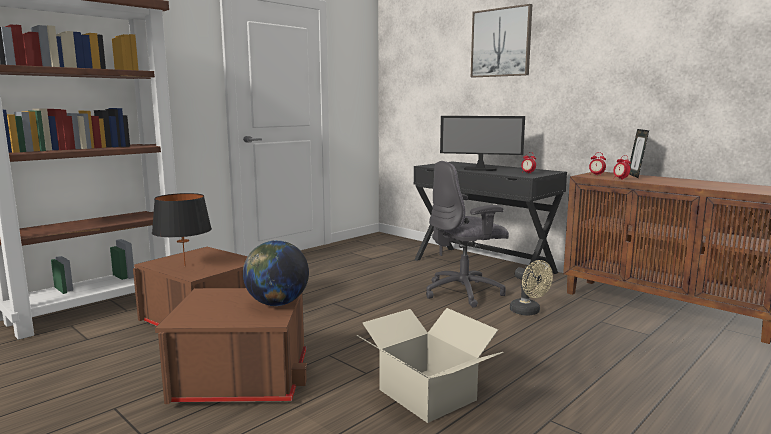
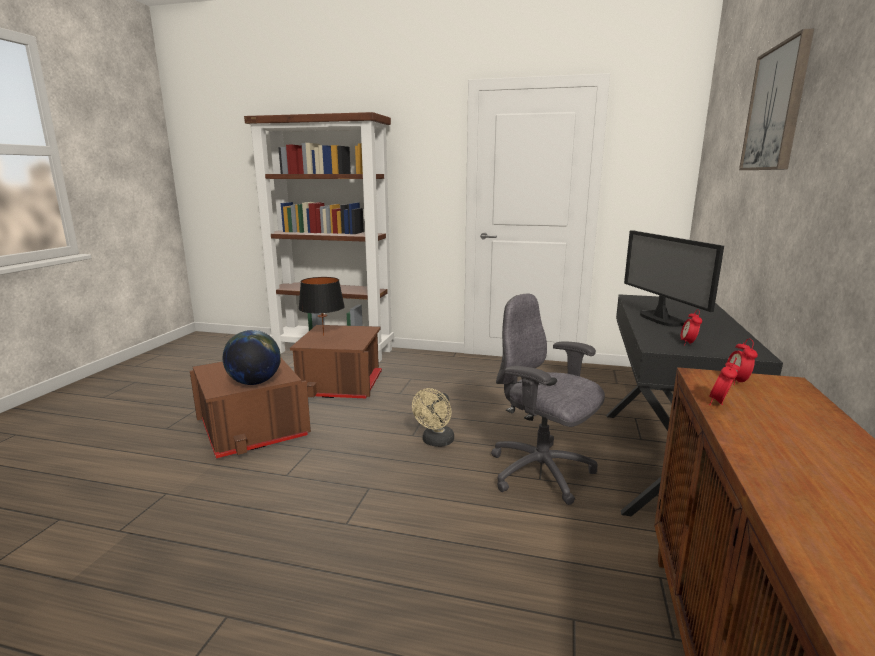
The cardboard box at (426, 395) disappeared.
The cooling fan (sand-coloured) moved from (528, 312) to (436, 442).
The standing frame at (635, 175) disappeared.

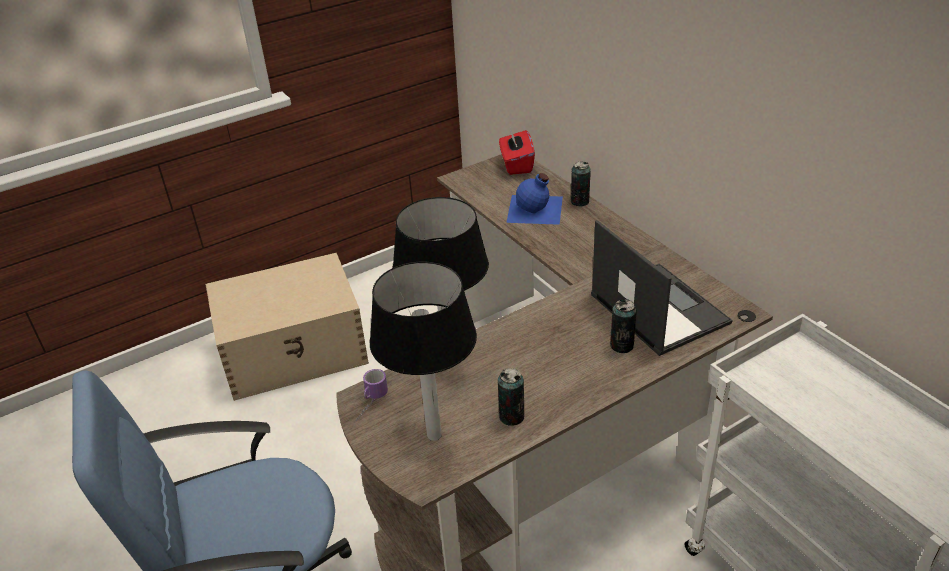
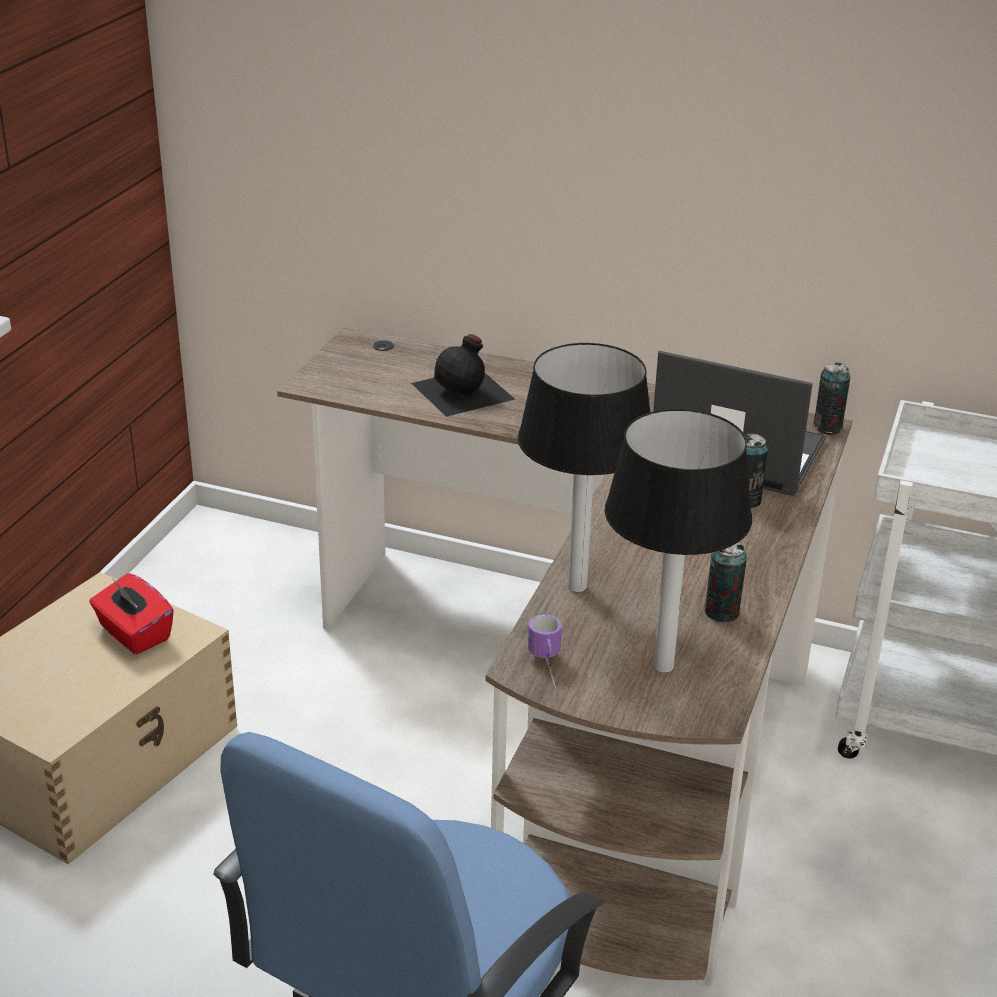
The box of tissues (reddish) moved from (516, 165) to (134, 634).
The drink bottle (blue-coloured) at (535, 209) became the drink bottle (black-coloured) at (464, 391).
The sealed can moved from (580, 202) to (828, 426).

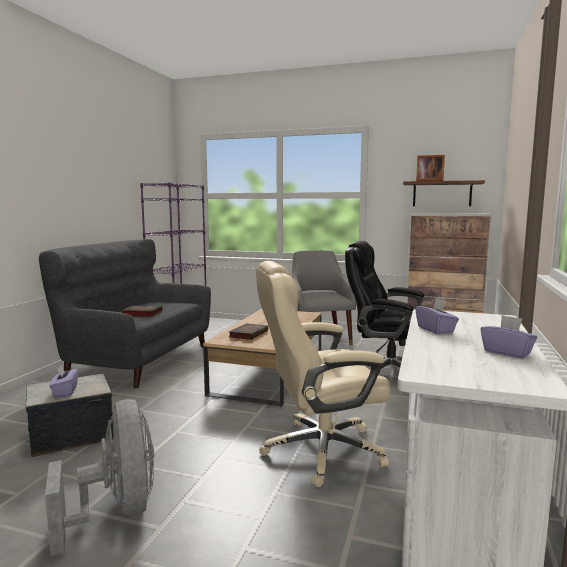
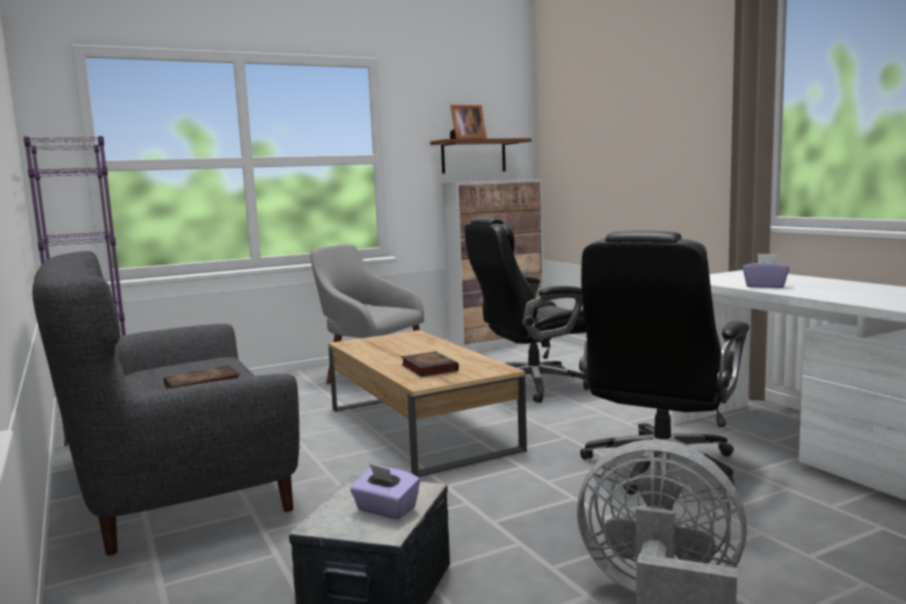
The office chair (sand-coloured) at (320, 450) became the office chair (black-coloured) at (660, 467).
The box of tissues (purple-coloured) at (507, 352) disappeared.

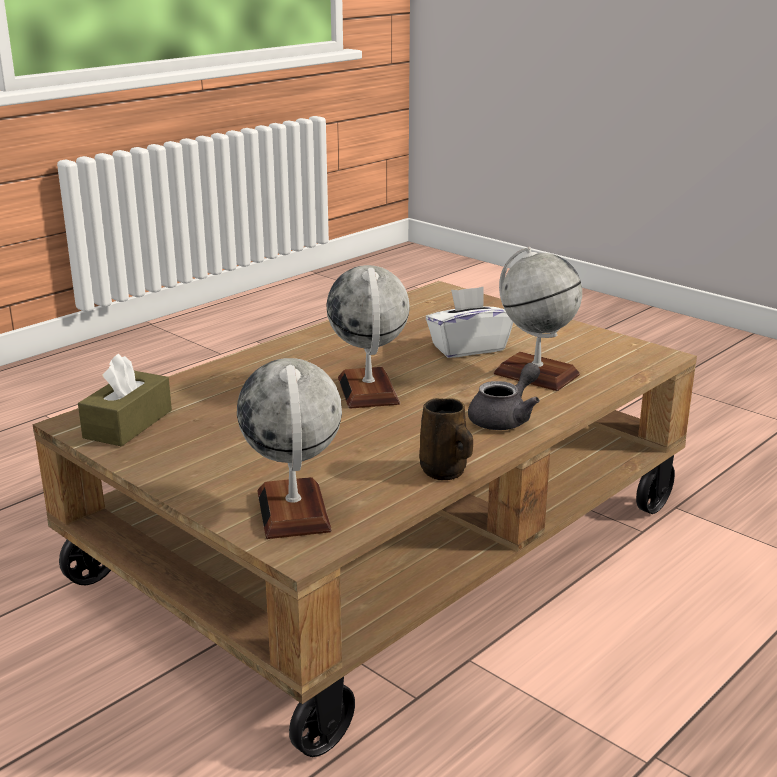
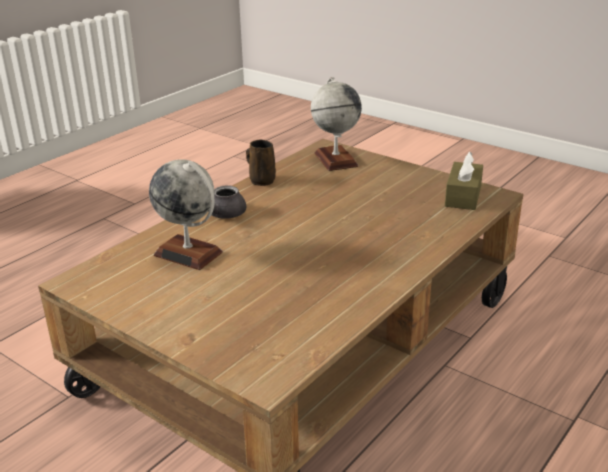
The globe at (368, 391) disappeared.
The box of tissues (white) at (468, 348) disappeared.

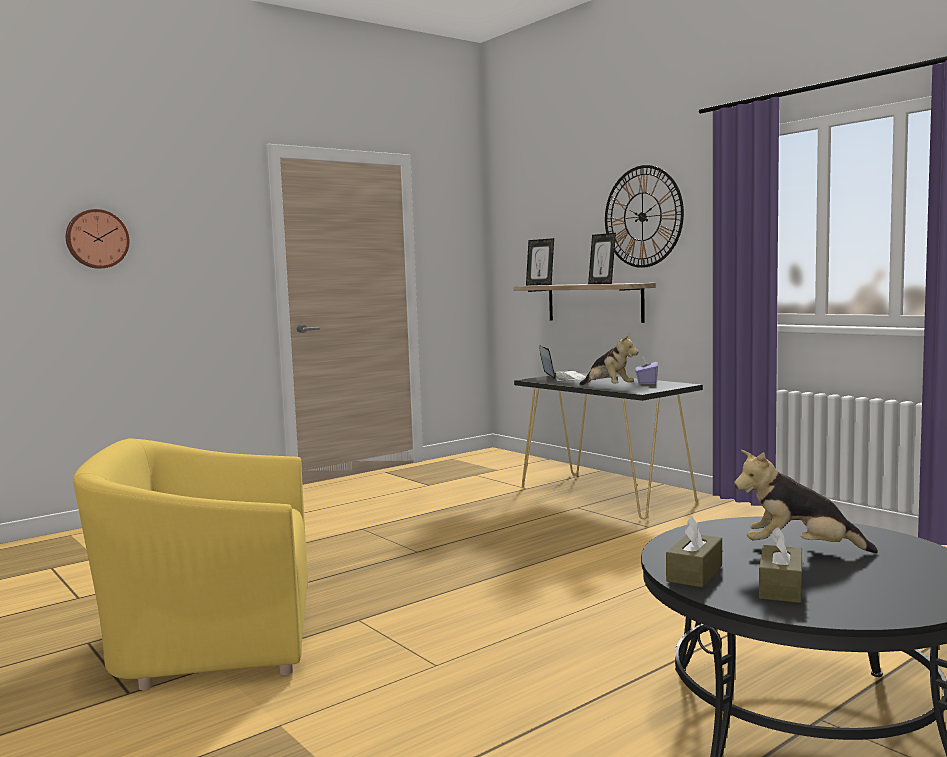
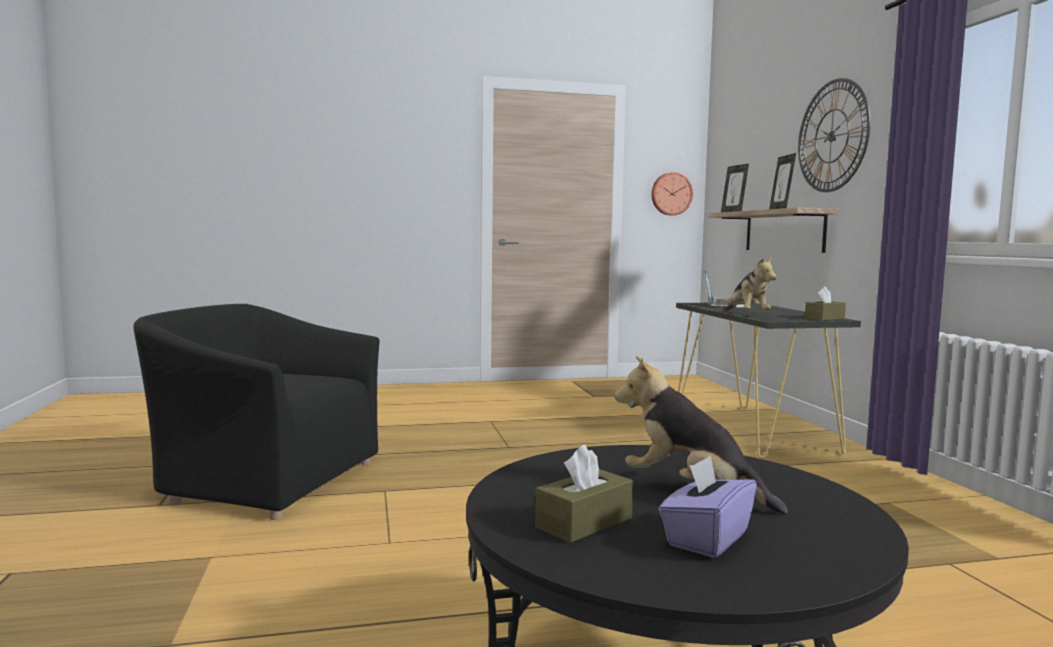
The hanging clock moved from (97, 239) to (671, 194).
The armchair (yellow) at (212, 638) became the armchair (black-coloured) at (266, 480).
The box of tissues (purple-coloured) moved from (646, 382) to (706, 538).
The box of tissues (brownish) moved from (694, 573) to (824, 318).

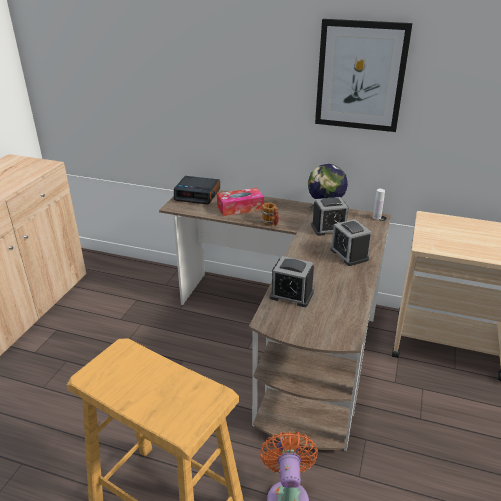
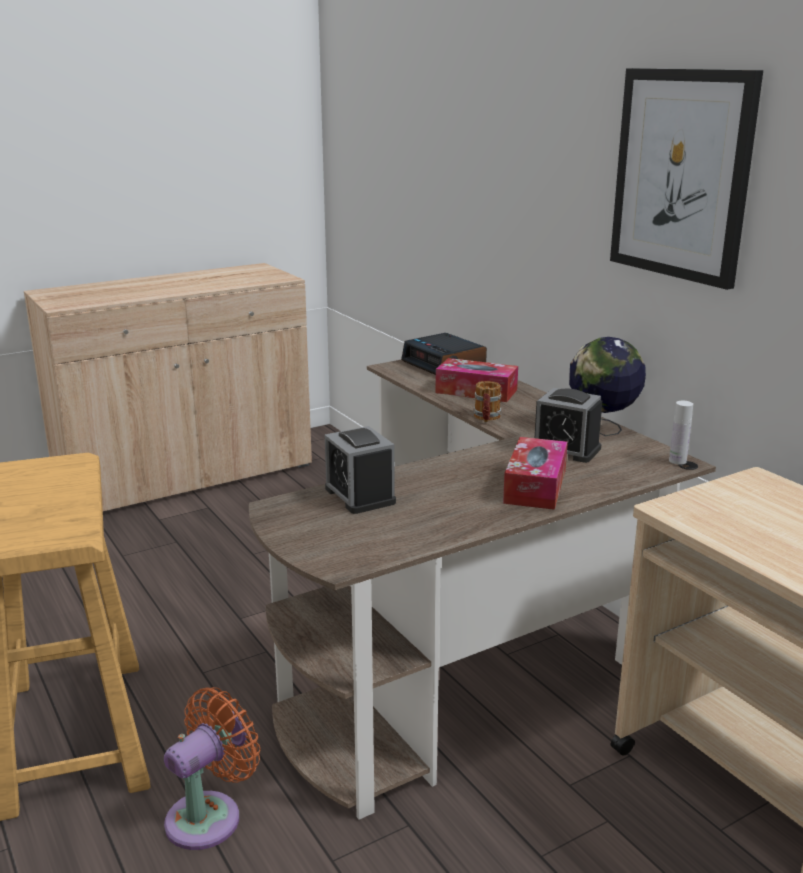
The table clock at (349, 254) was replaced by the box of tissues at (535, 486).

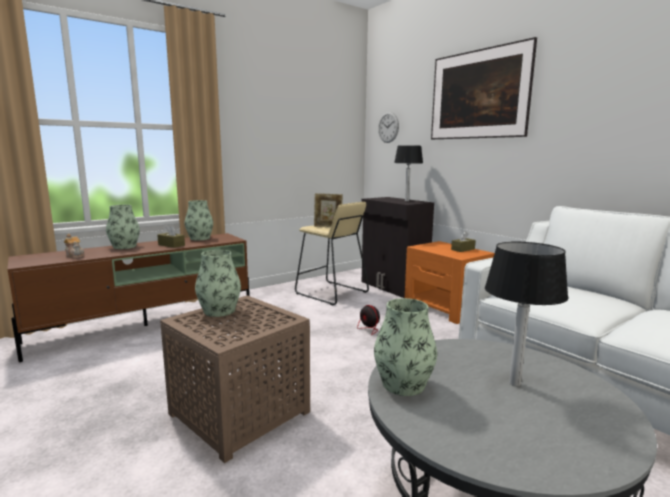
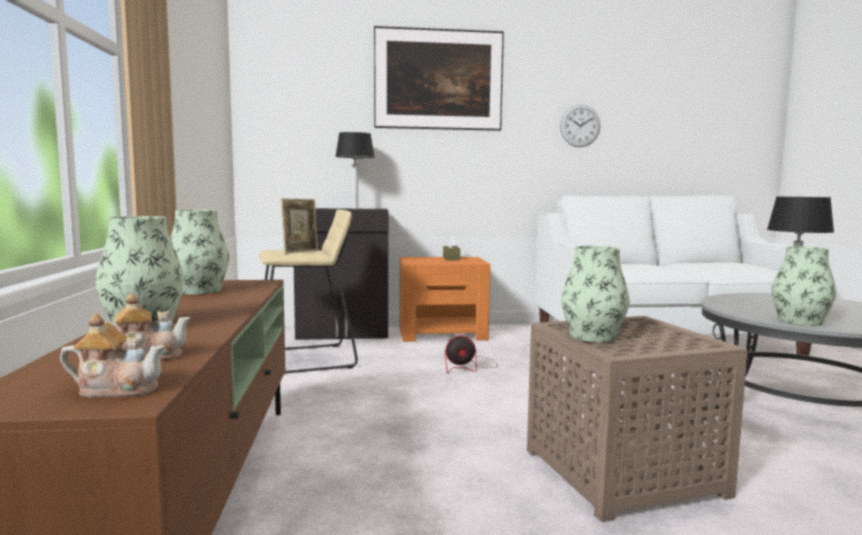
The box of tissues (brownish) at (171, 245) disappeared.
The hanging clock moved from (388, 127) to (580, 126).
The tea pot at (117, 389) appeared.

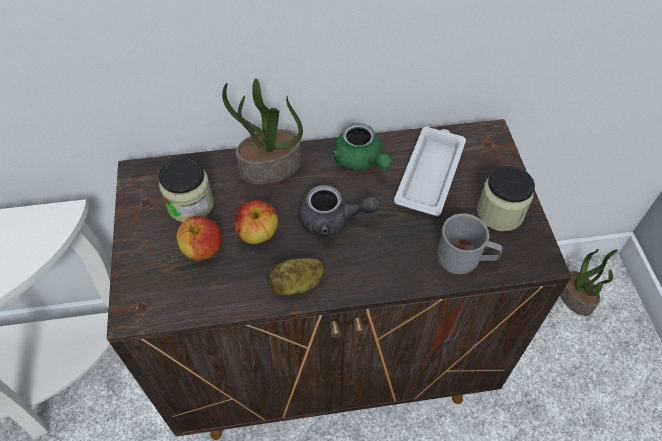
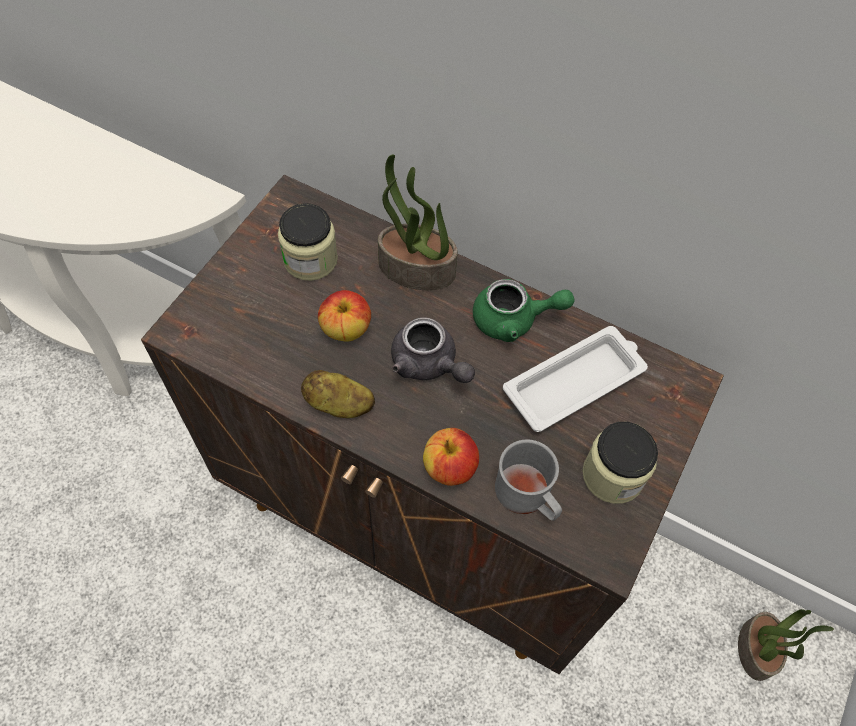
The whole apple moved from (203, 249) to (450, 468).
The tea pot (green-coloured) at (360, 161) turned 90 degrees counterclockwise.

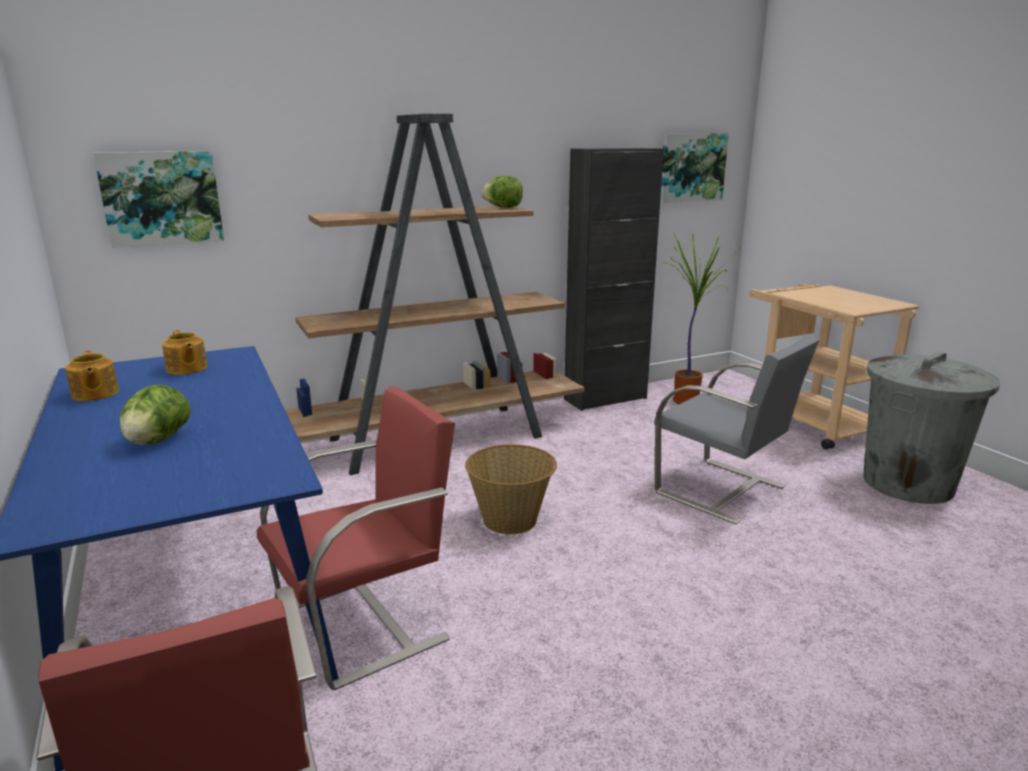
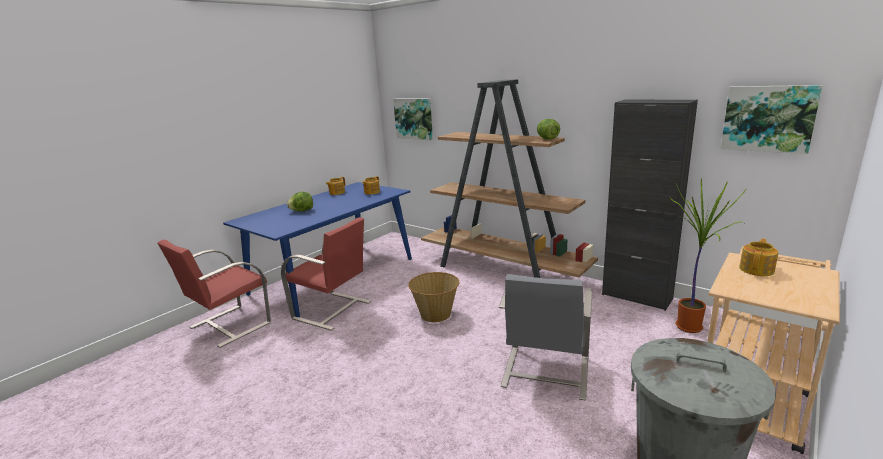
The tea pot at (757, 269) appeared.

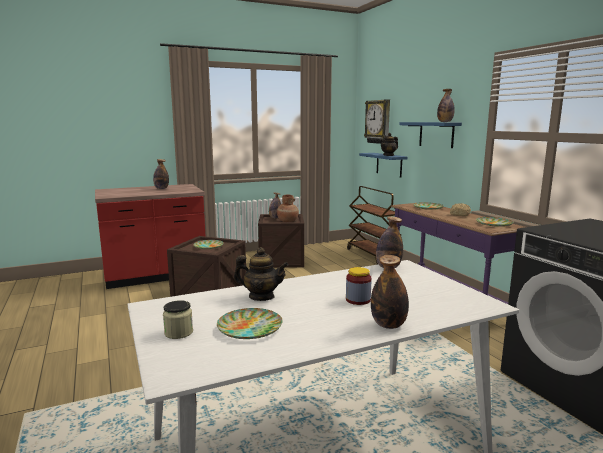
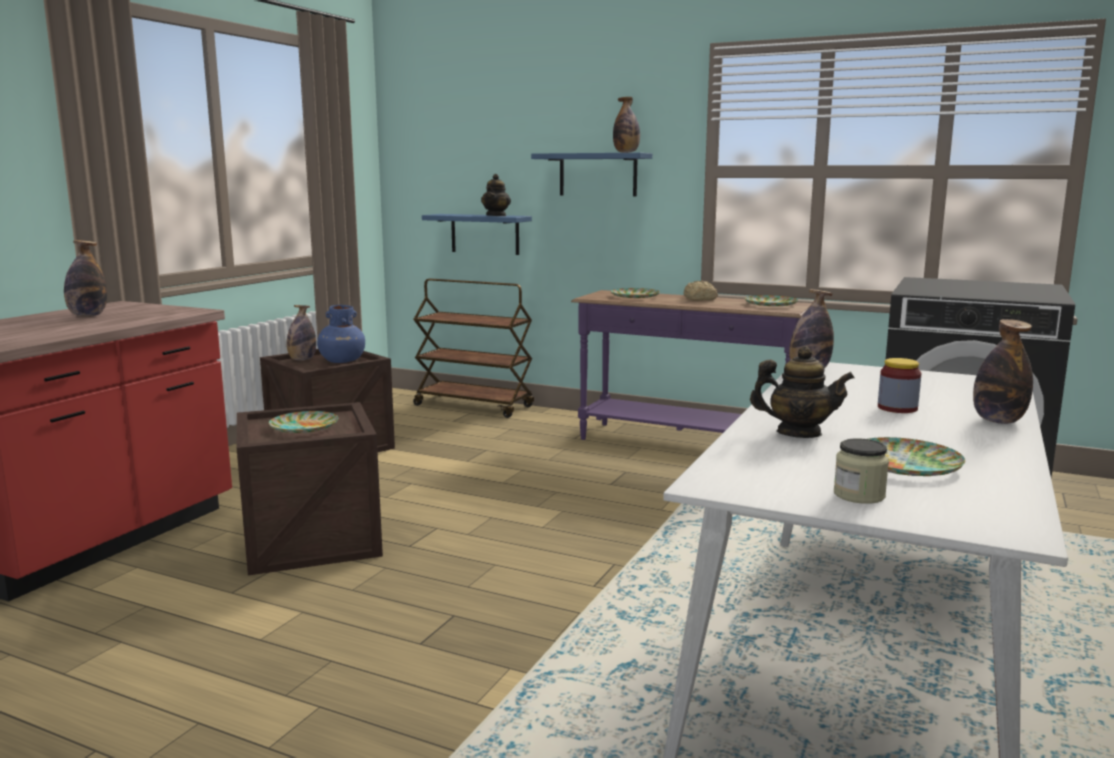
The tea pot at (261, 297) turned 45 degrees clockwise.
The flower vase (brownish) at (287, 221) became the flower vase (blue-coloured) at (342, 361).
The hanging clock at (378, 121) disappeared.

